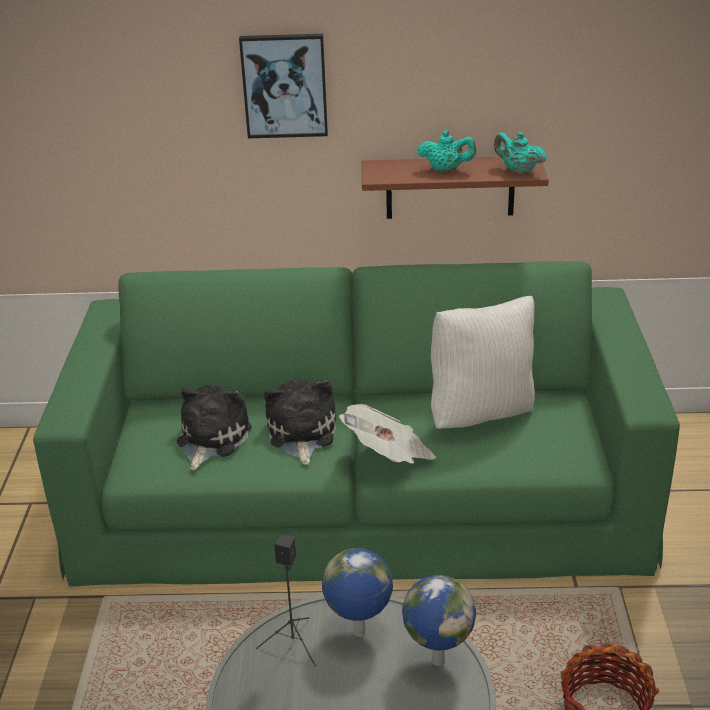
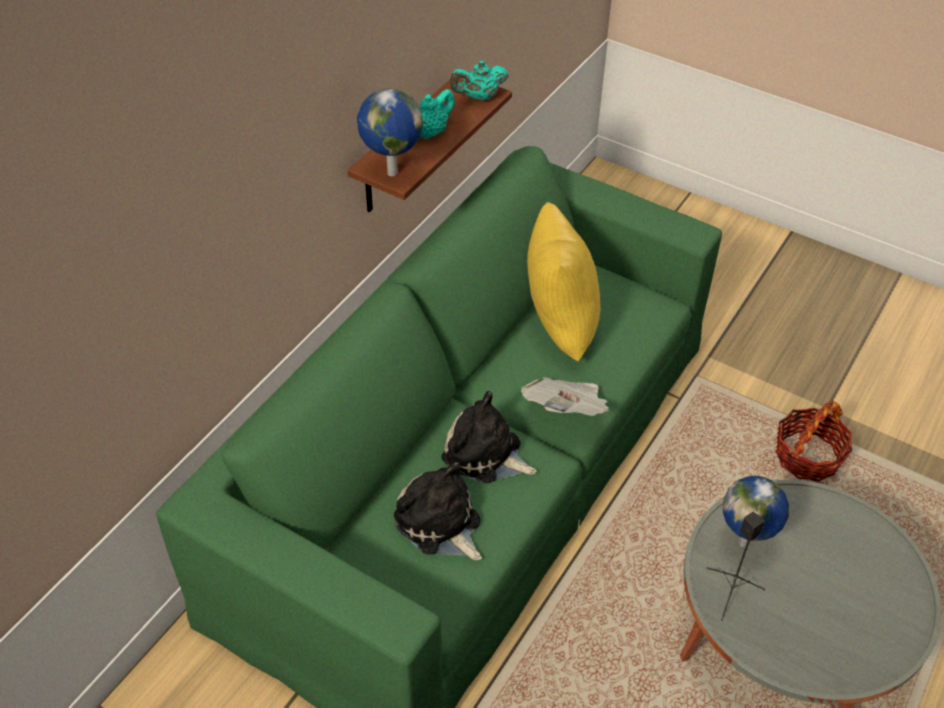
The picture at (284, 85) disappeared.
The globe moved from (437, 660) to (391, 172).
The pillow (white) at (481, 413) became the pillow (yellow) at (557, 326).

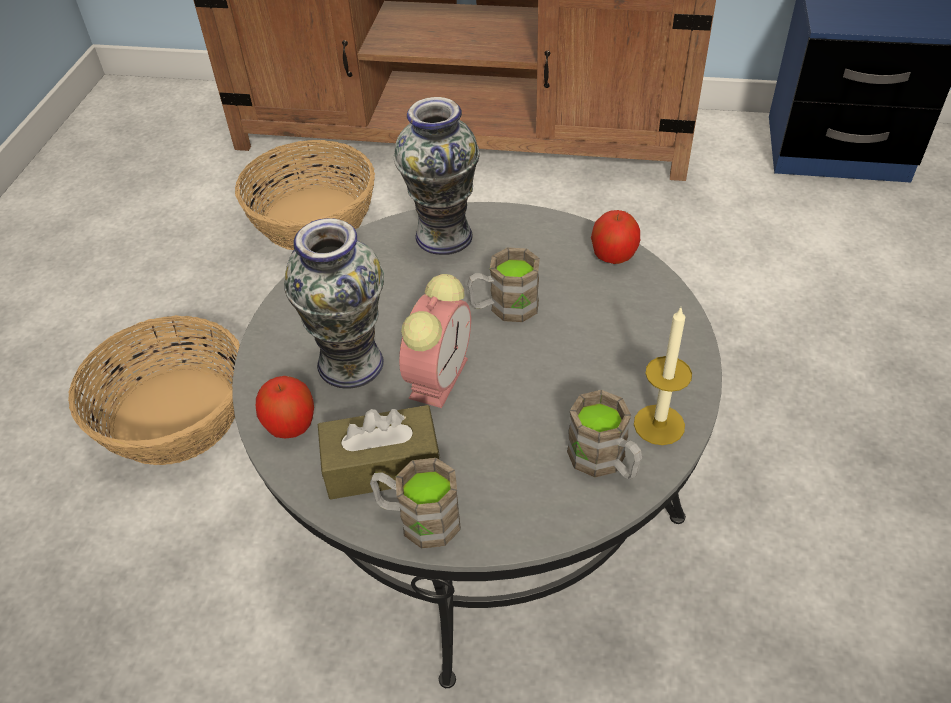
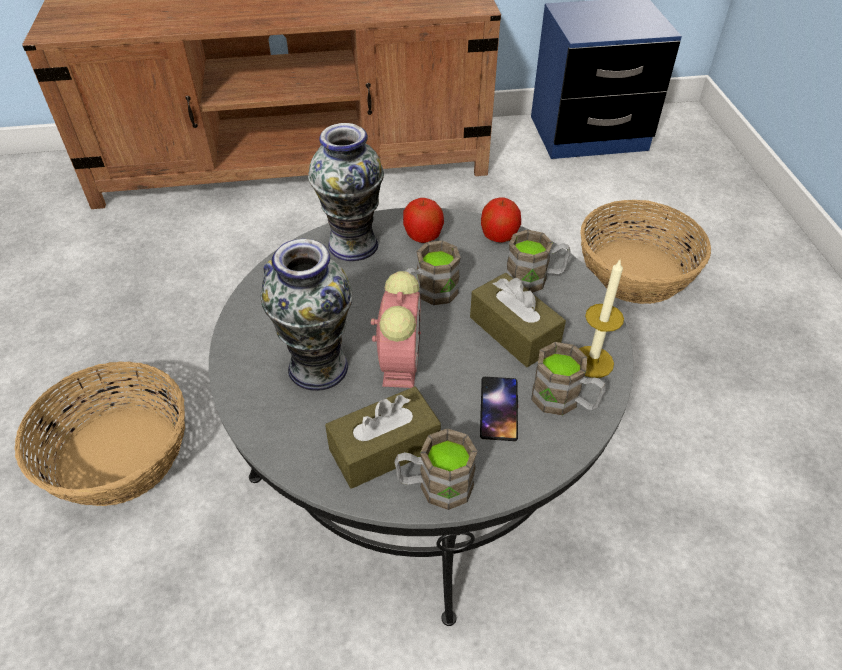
The storage basket moved from (314, 219) to (635, 272).
The whole apple moved from (290, 425) to (423, 236).
The box of tissues (brownish) at (514, 331) appeared.
The telephone at (499, 408) appeared.
The coffee mug (brownish) at (535, 279) appeared.

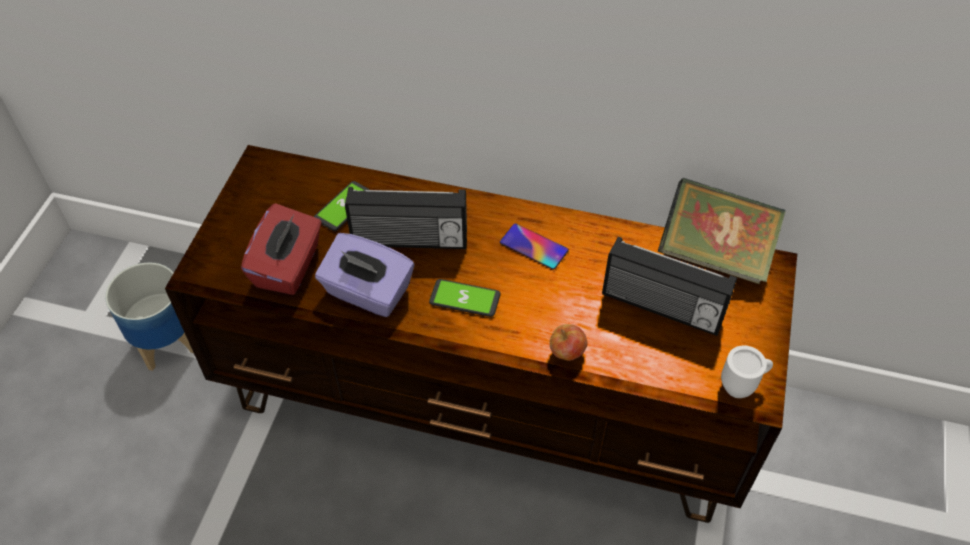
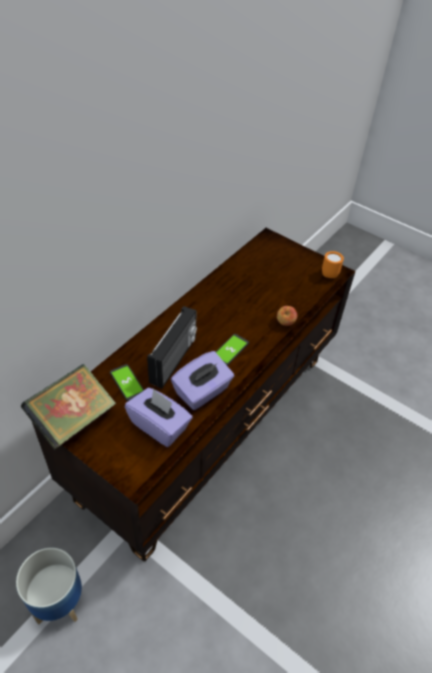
The box of tissues (reddish) at (288, 267) became the box of tissues (purple-coloured) at (159, 426).
The telephone at (533, 247) disappeared.
The radio at (661, 308) disappeared.
The book moved from (714, 254) to (73, 419).
The coffee mug (white) at (742, 386) became the coffee mug (orange) at (329, 273).

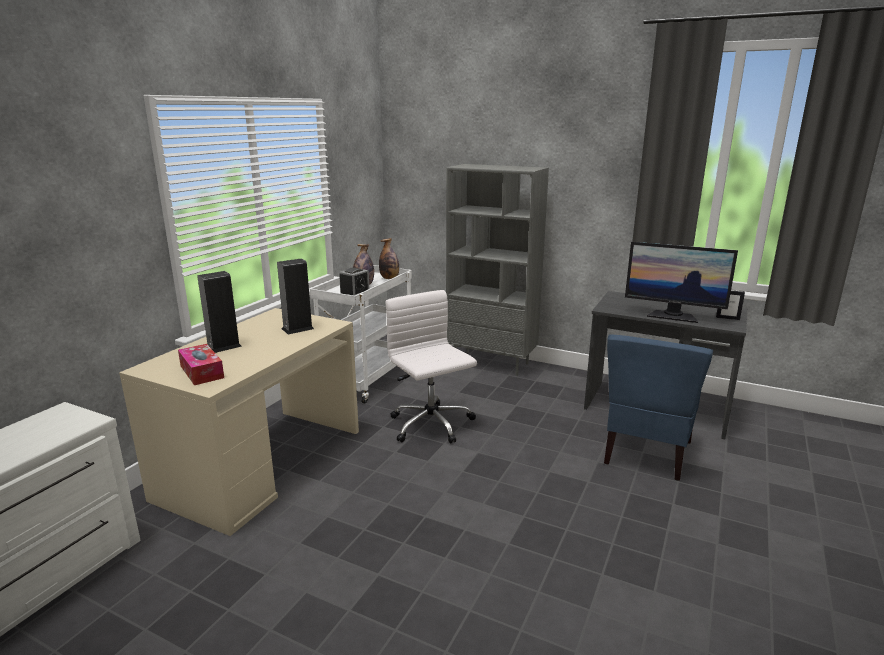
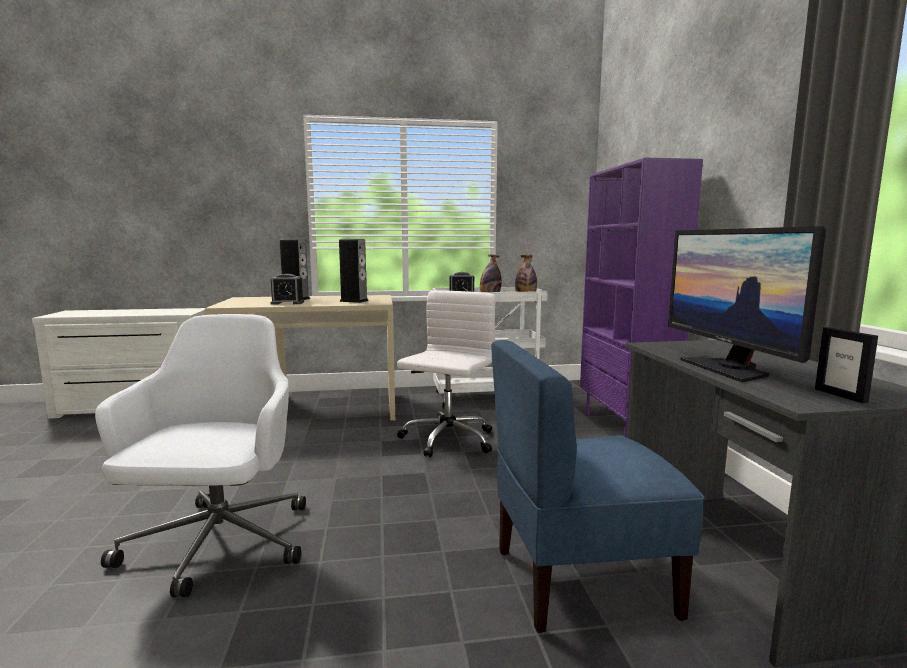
The box of tissues at (202, 372) disappeared.
The bookcase (gray) at (492, 363) became the bookcase (purple-coloured) at (625, 428).
The office chair (white) at (218, 546) appeared.
The table clock at (287, 303) appeared.

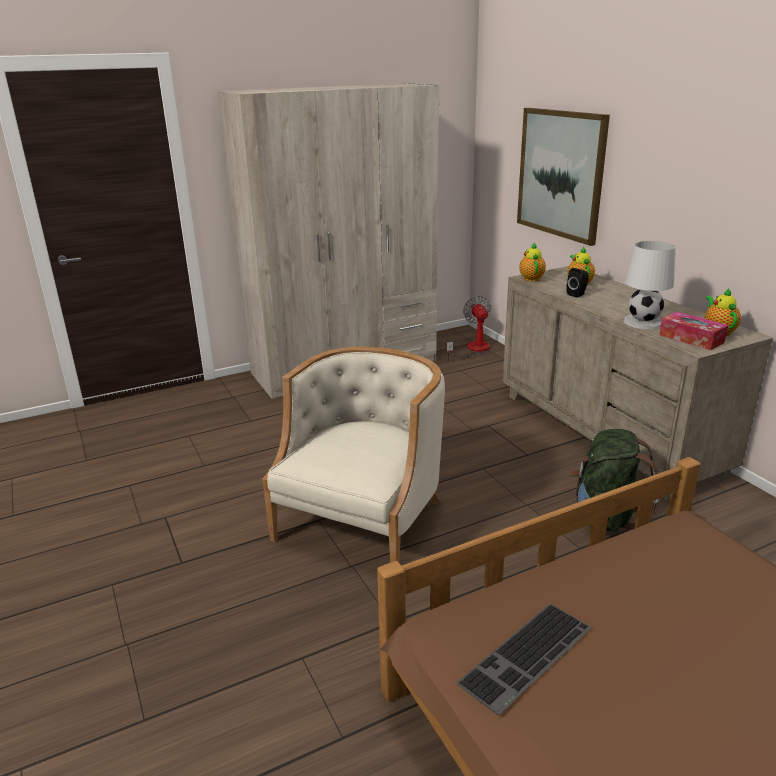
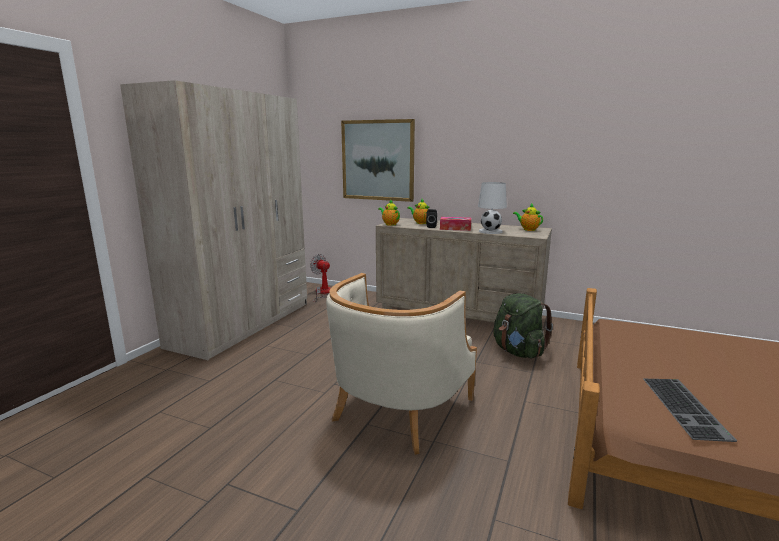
The armchair (sand-coloured) at (365, 519) turned 135 degrees counterclockwise.
The box of tissues moved from (691, 338) to (455, 228).

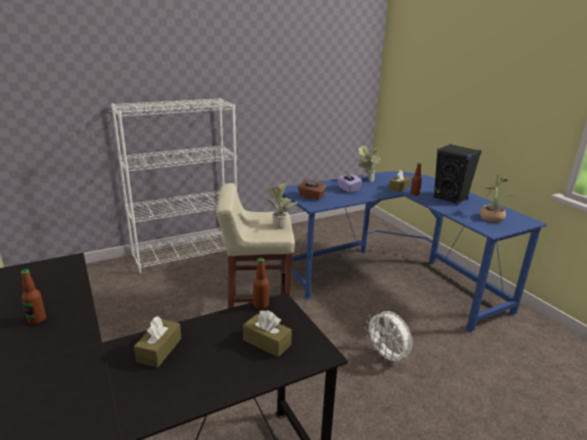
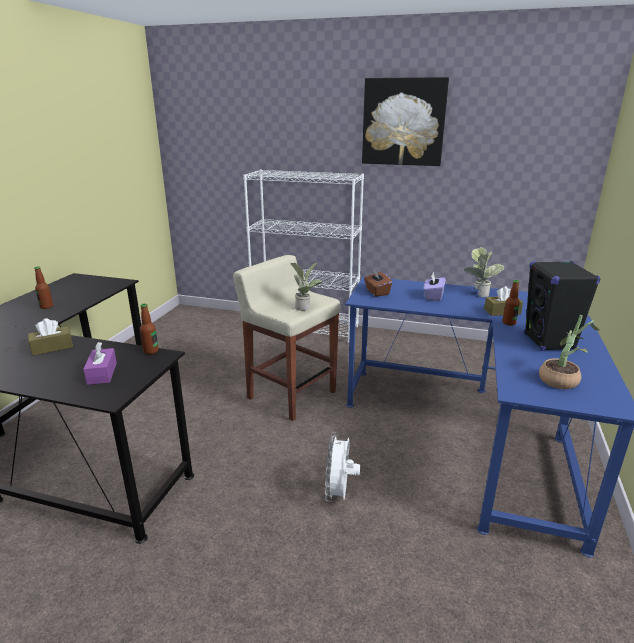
The box of tissues (brownish) at (267, 342) became the box of tissues (purple-coloured) at (102, 373).
The picture at (403, 122) appeared.

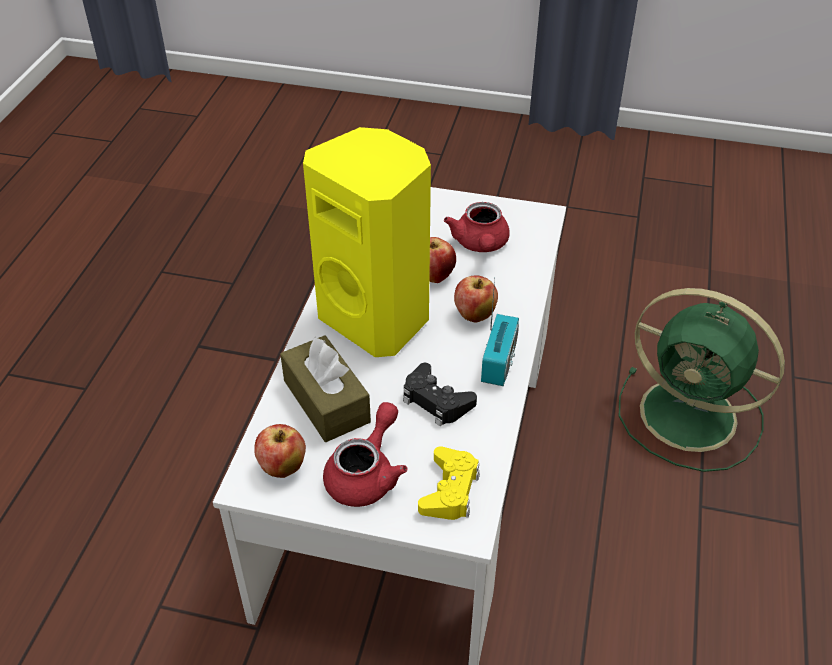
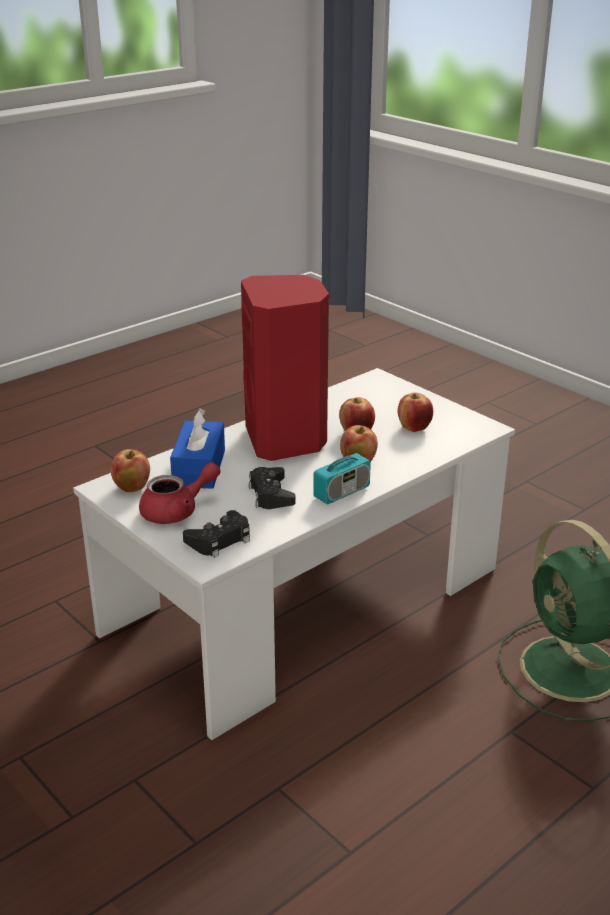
The box of tissues (brownish) at (326, 401) became the box of tissues (blue-coloured) at (199, 468).
The audio speaker (yellow) at (377, 318) became the audio speaker (reddish) at (287, 440).
The gamepad (yellow) at (450, 490) became the gamepad (black-coloured) at (220, 540).
The tea pot (reddish) at (480, 245) was replaced by the whole apple at (414, 428).

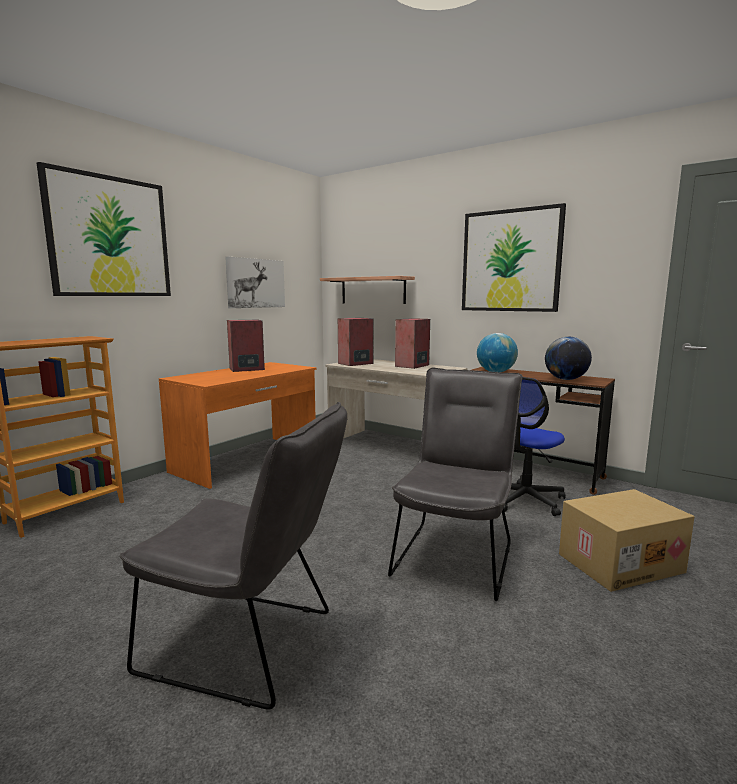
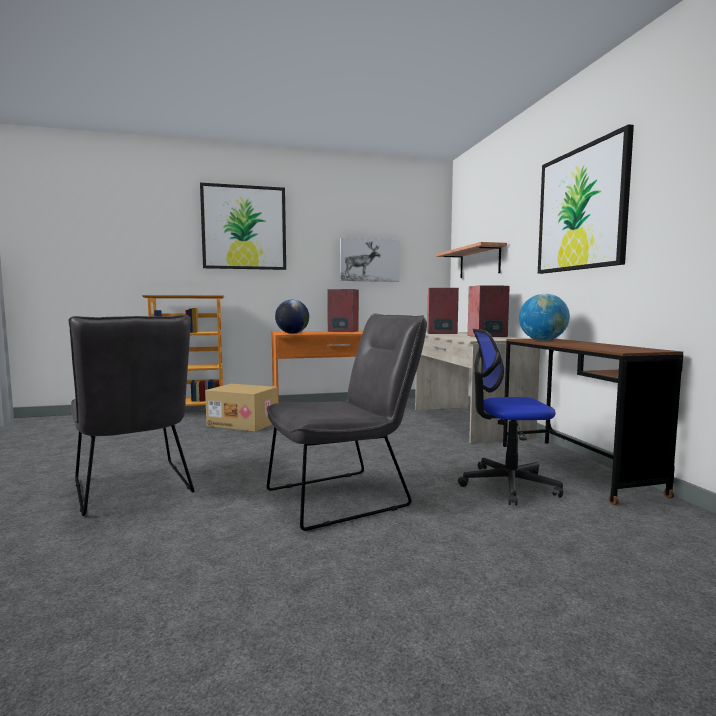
The globe moved from (566, 379) to (292, 333).
The cardboard box moved from (619, 562) to (244, 423).

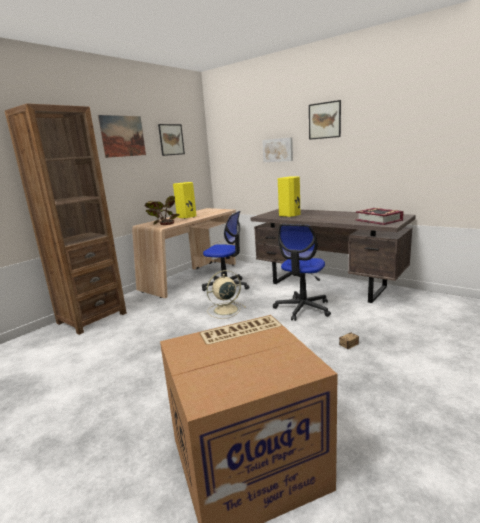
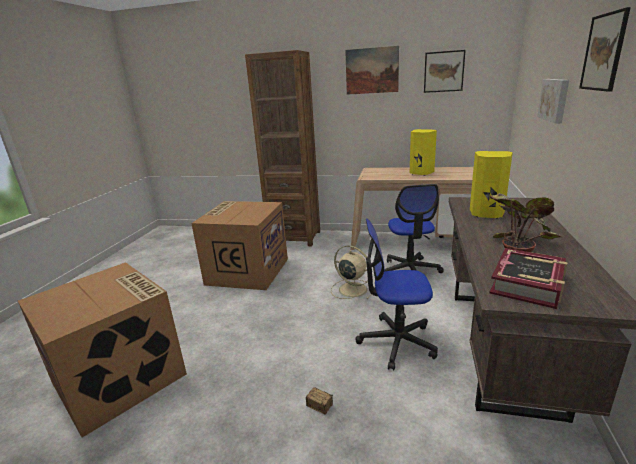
The plant in a pot moved from (162, 222) to (518, 239).
The cardboard box at (247, 271) appeared.

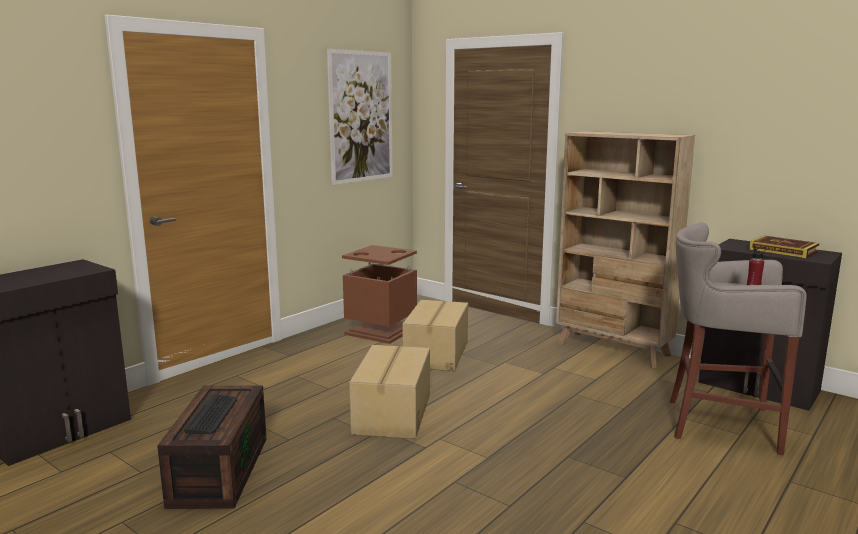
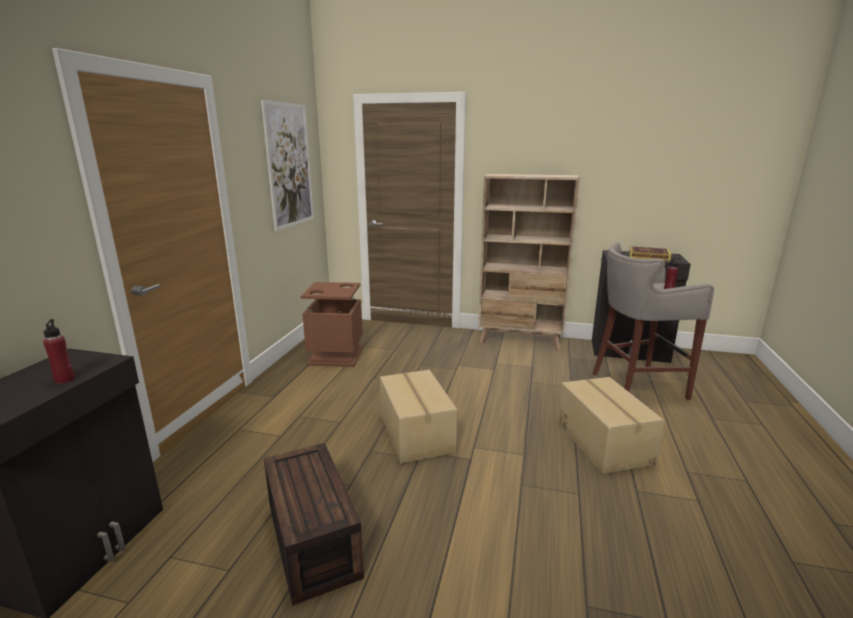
The keyboard at (212, 415) disappeared.
The cardboard box moved from (437, 354) to (604, 442).
The drink bottle (reddish) at (65, 379) appeared.

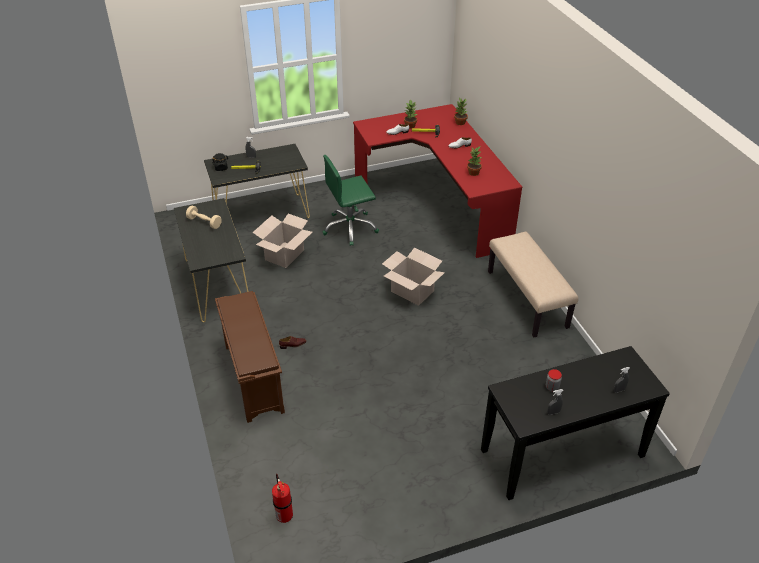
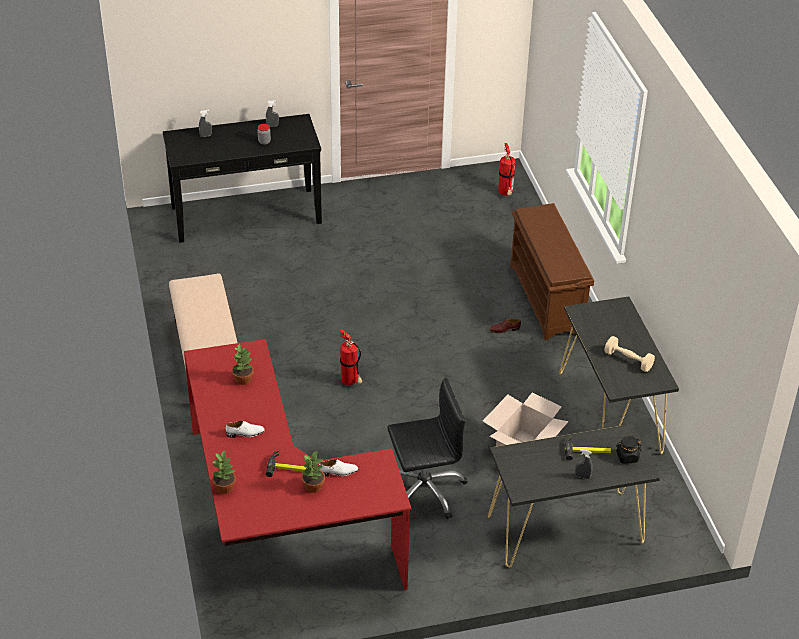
The office chair (green-coloured) at (350, 228) became the office chair (black-coloured) at (424, 490).
The cardboard box at (412, 291) was replaced by the extinguisher at (351, 382).

